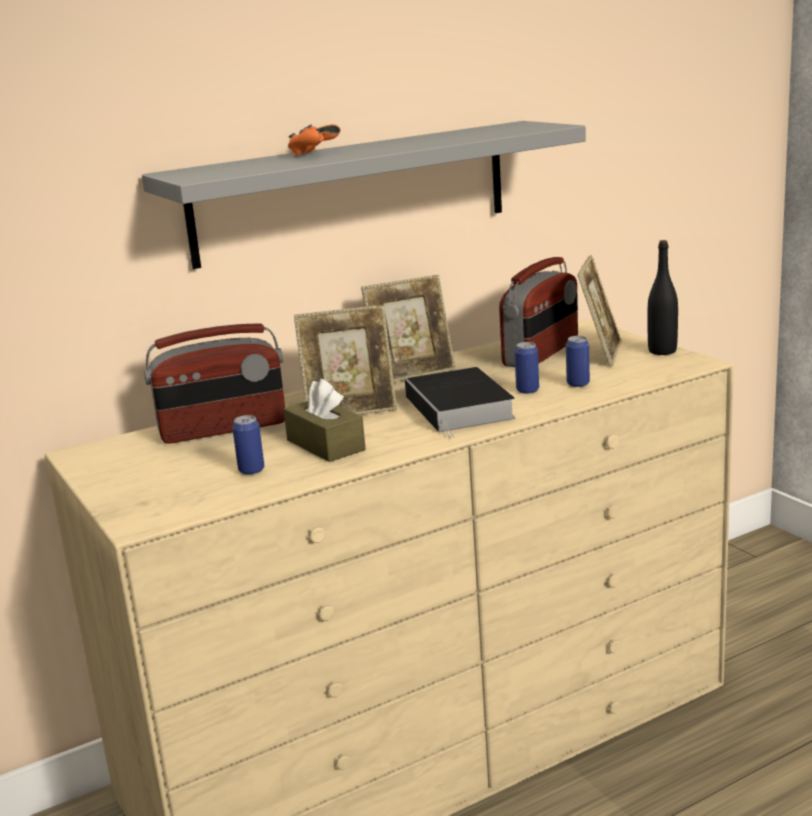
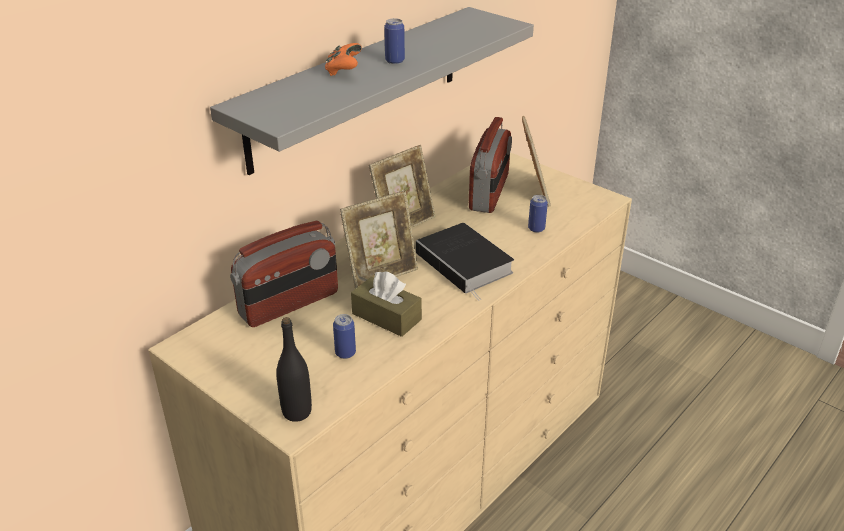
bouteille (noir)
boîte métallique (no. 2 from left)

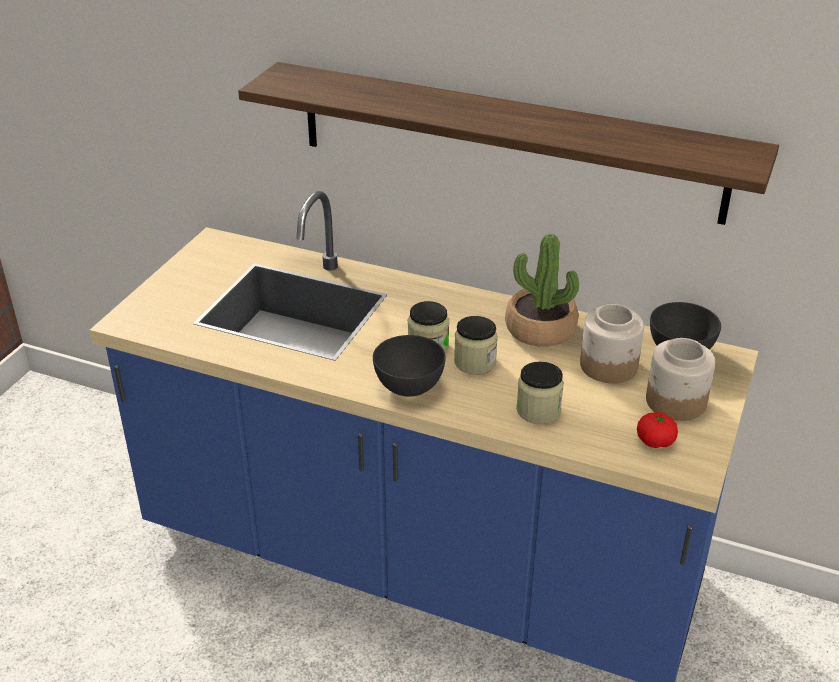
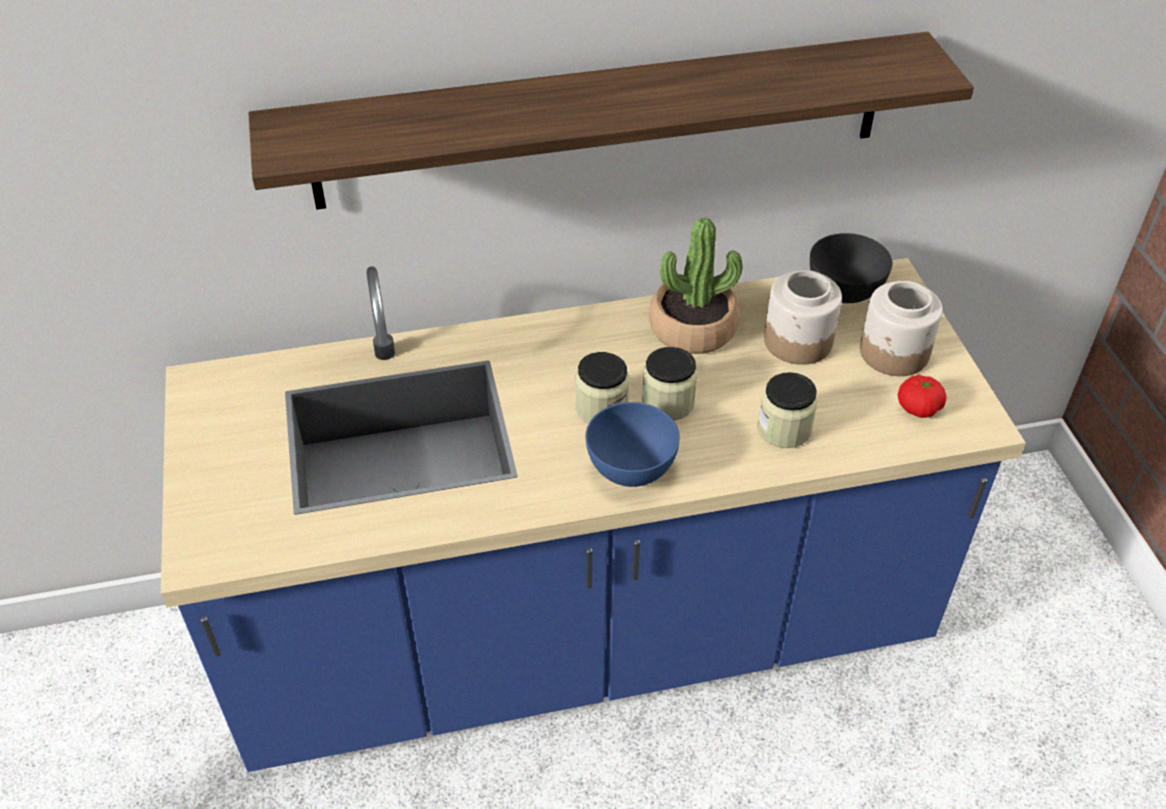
bol (bleu)

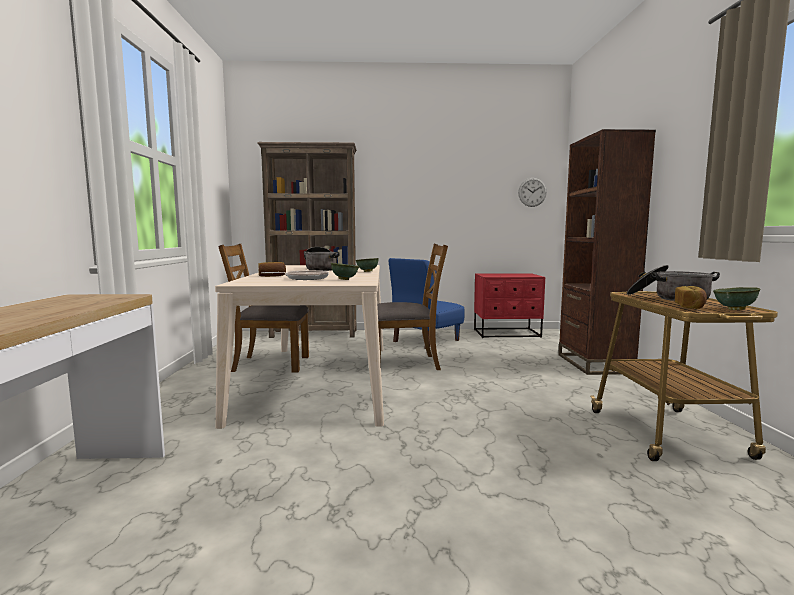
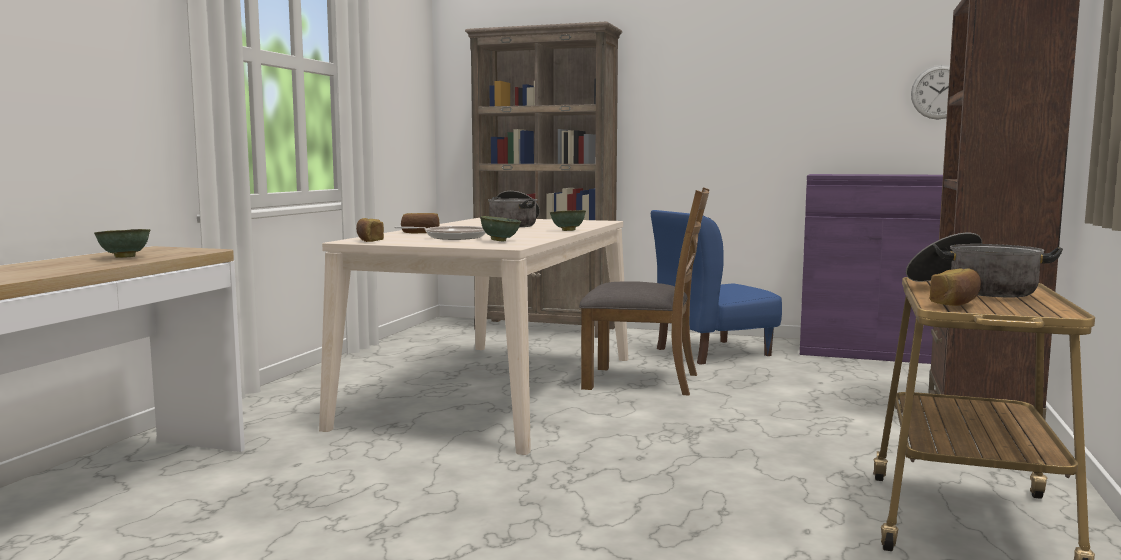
bol (vert) (no. 1 from left)
pain (no. 1 from left)
meuble de rangement (violet)
chaise (marron) (no. 1 from left in the first image)

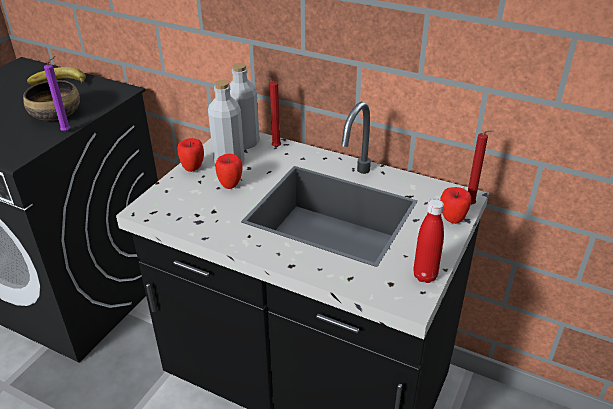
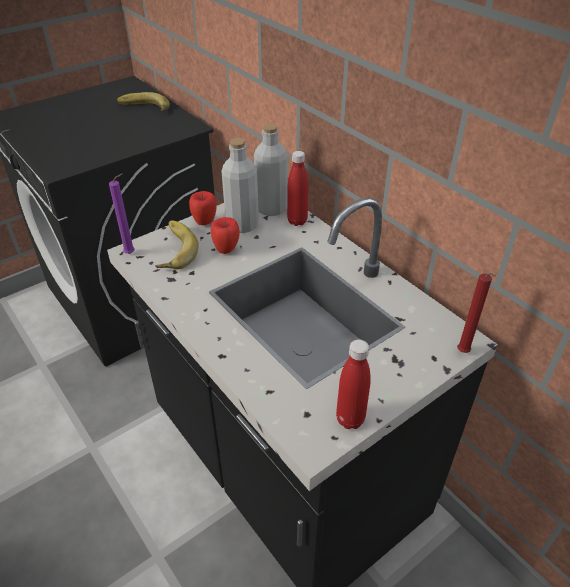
bougie (violet)
banane (no. 2 from left)
bouteille (rouge) (no. 1 from left)
bol
pomme (no. 3 from left in the first image)

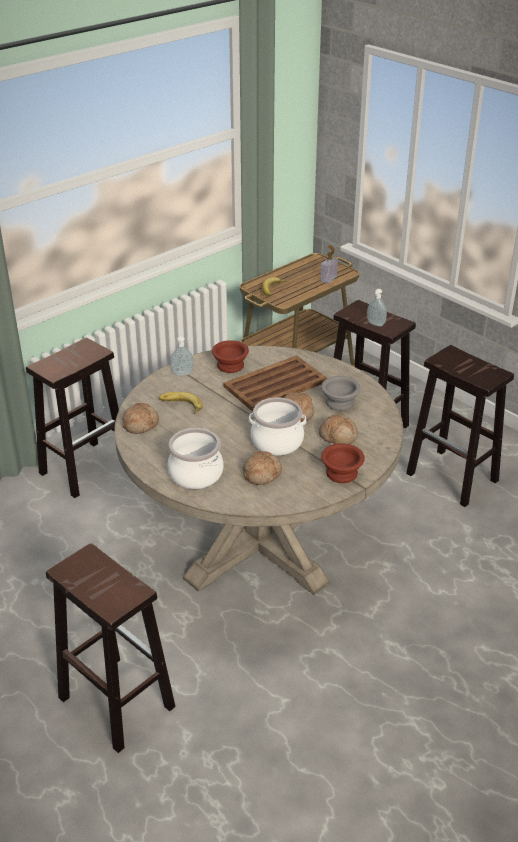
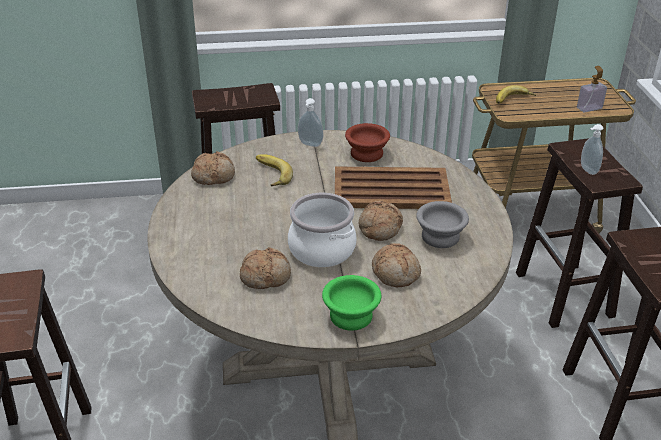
bol (vert)
marmite (no. 1 from left in the first image)

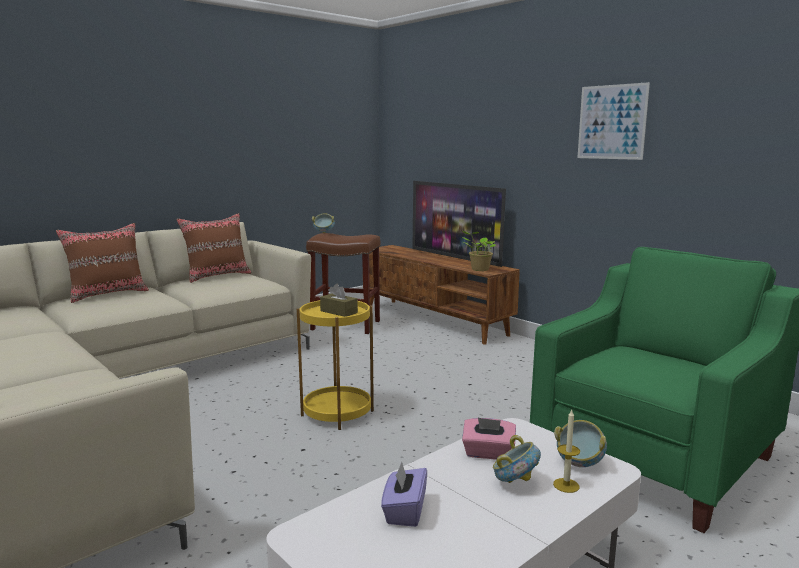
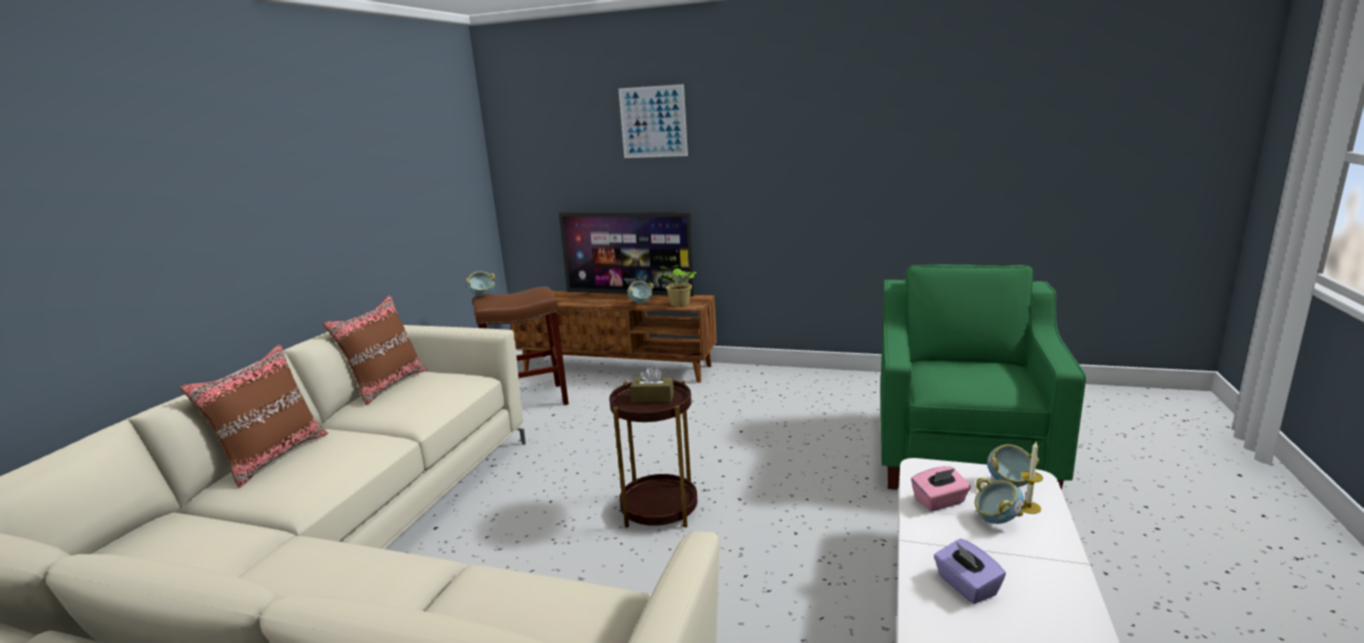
table d'appoint (marron)
tableau
bol (no. 2 from left)

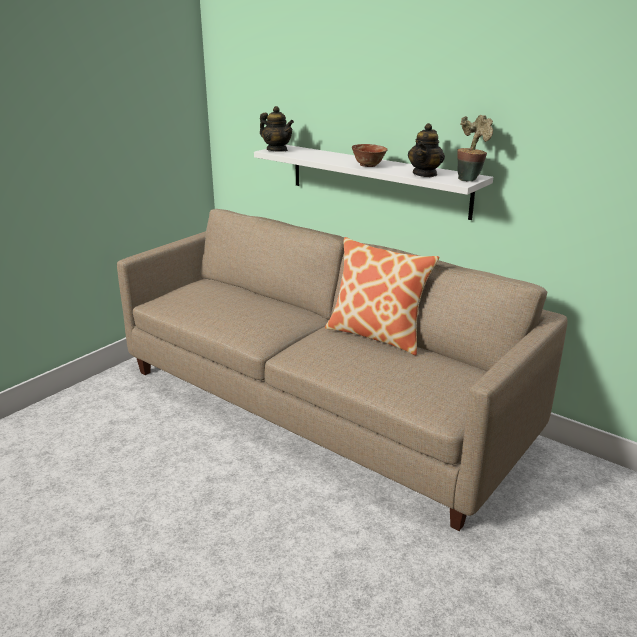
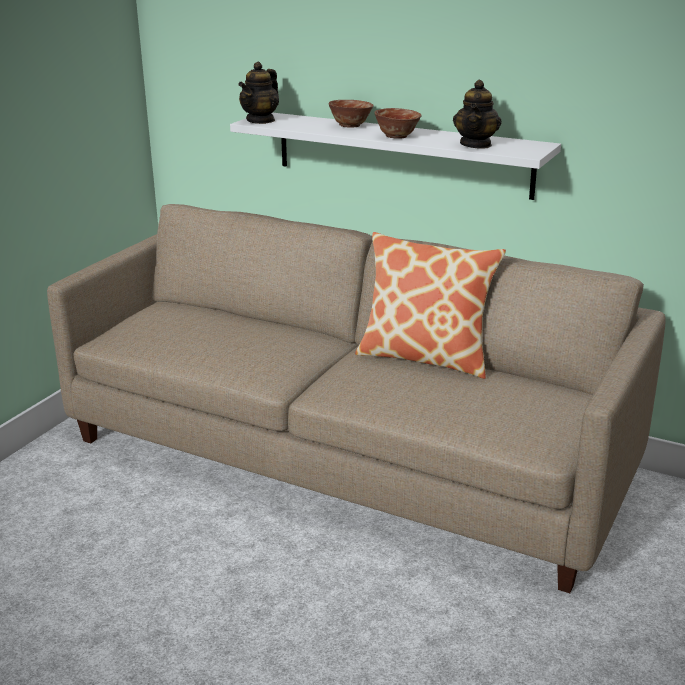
théière (no. 1 from left)
bol (no. 1 from left)
plante en pot

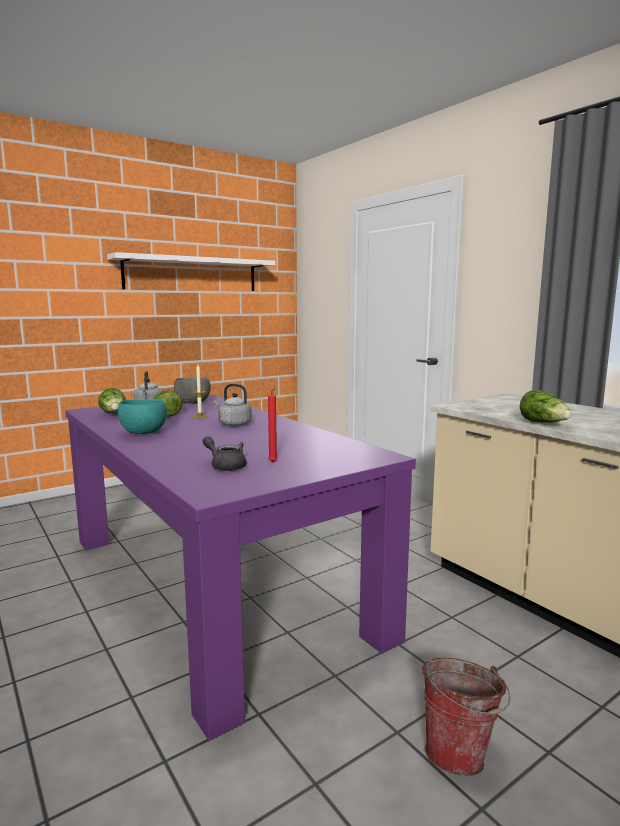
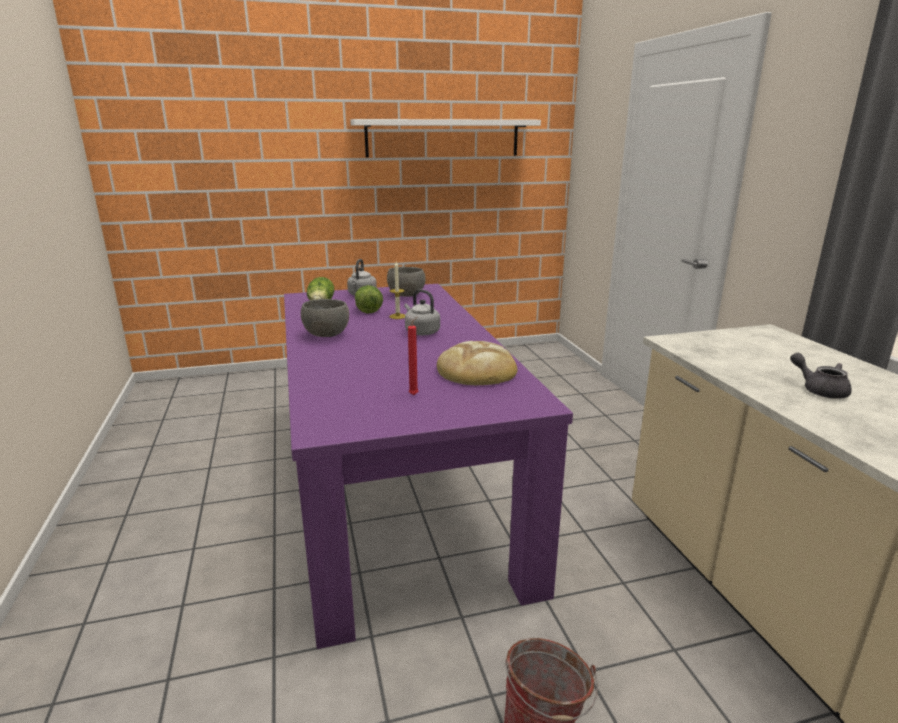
bol (gris) (no. 1 from left)
pain
théière (gris)
laitue (no. 3 from left in the first image)

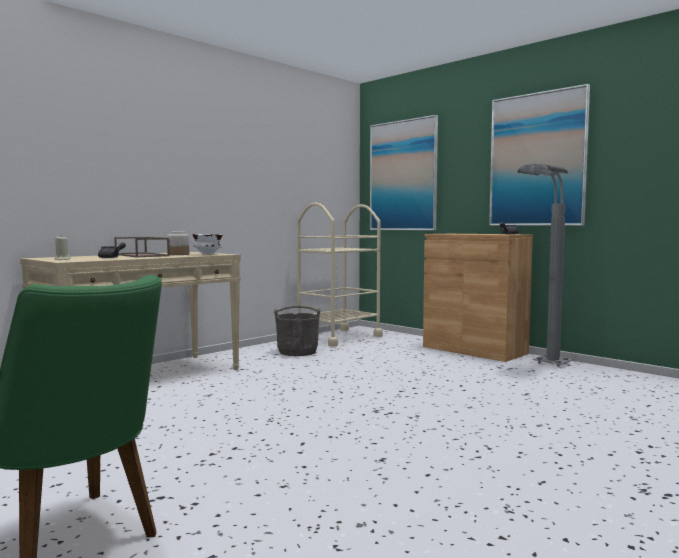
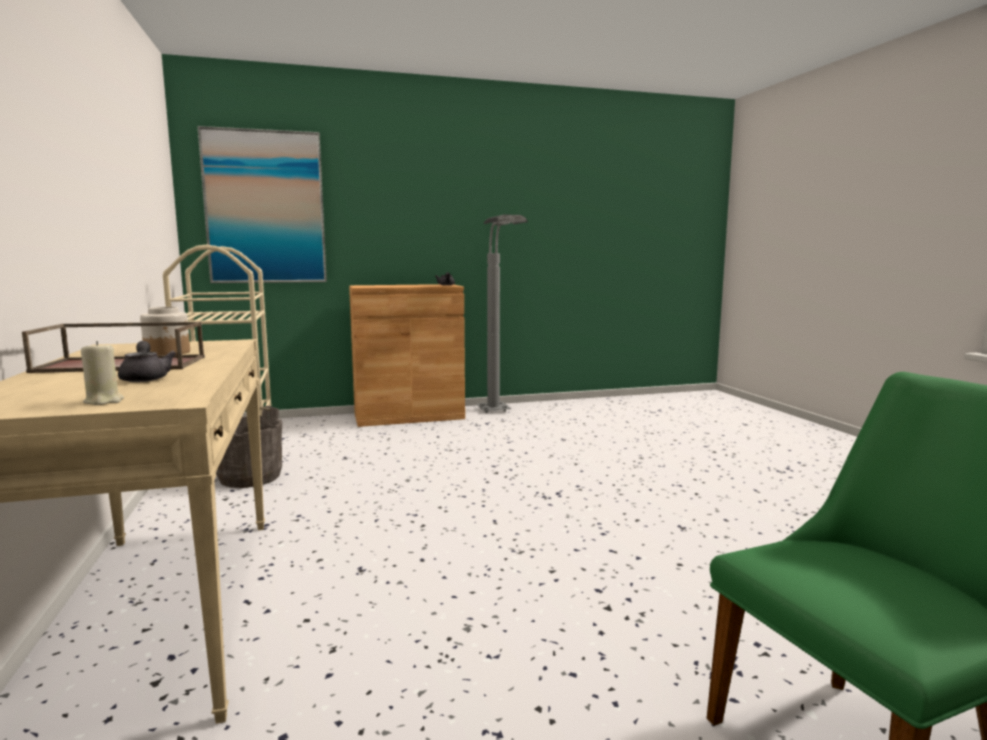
bol (blanc)
tableau (no. 2 from left in the first image)

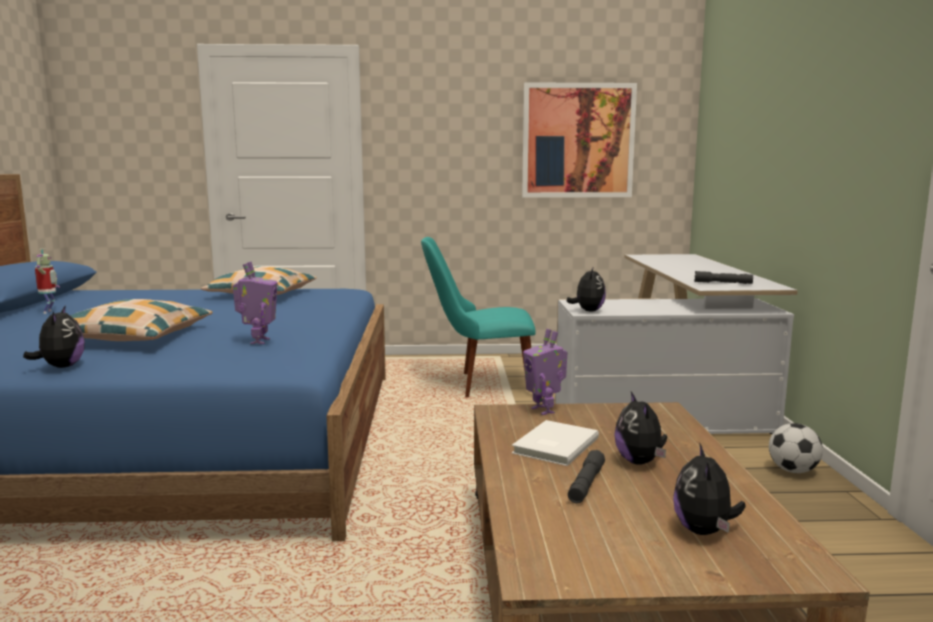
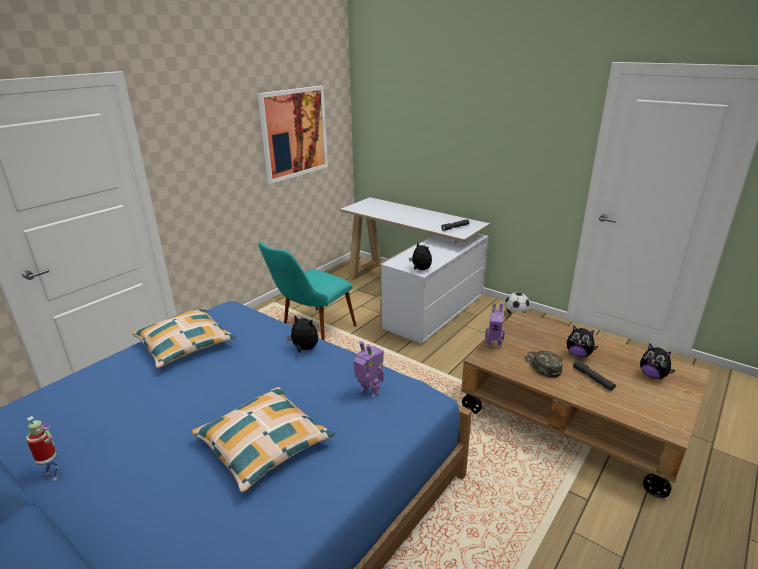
peluche (no. 1 from left)
casquette (vert)

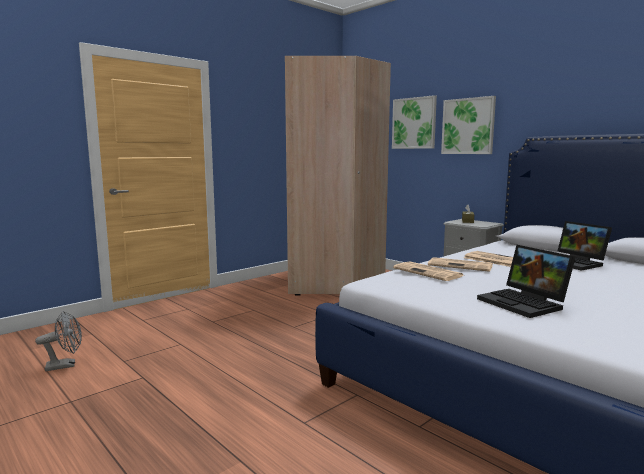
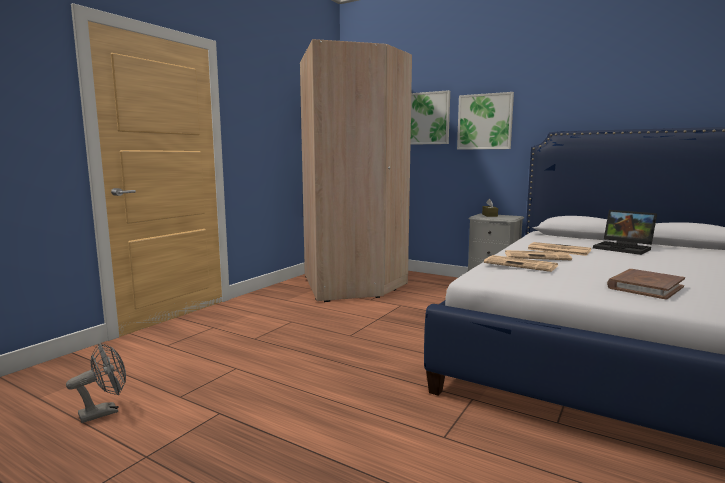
livre (marron)

